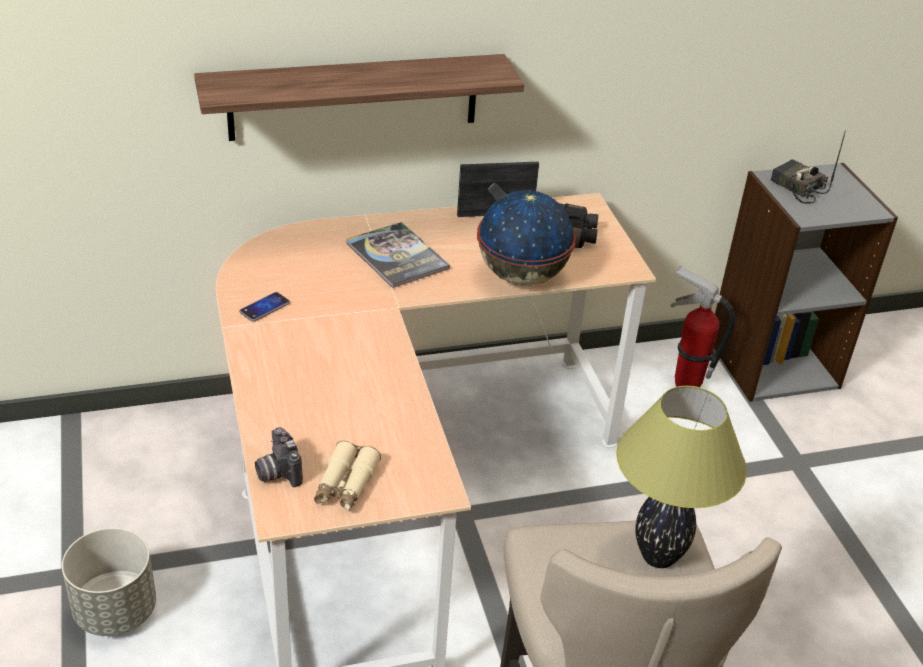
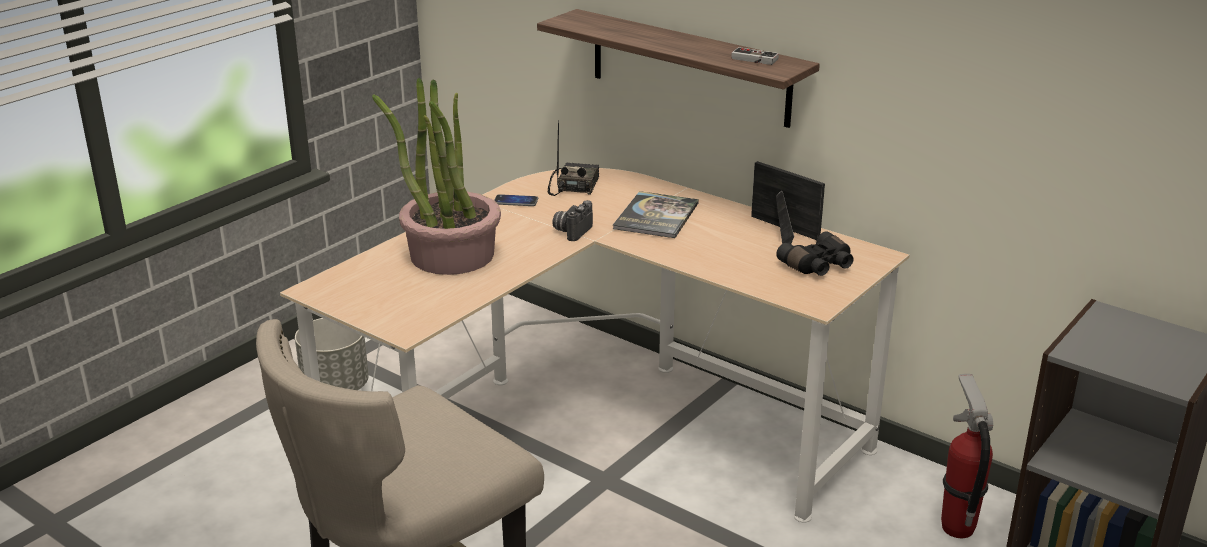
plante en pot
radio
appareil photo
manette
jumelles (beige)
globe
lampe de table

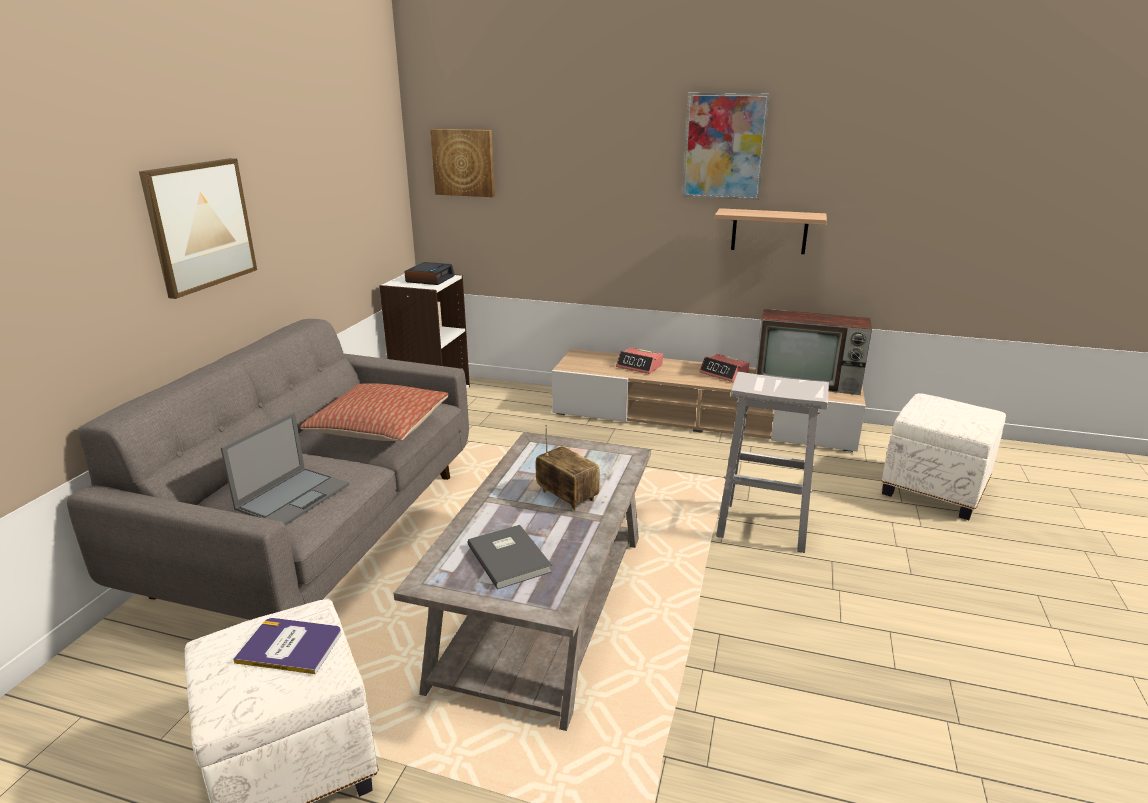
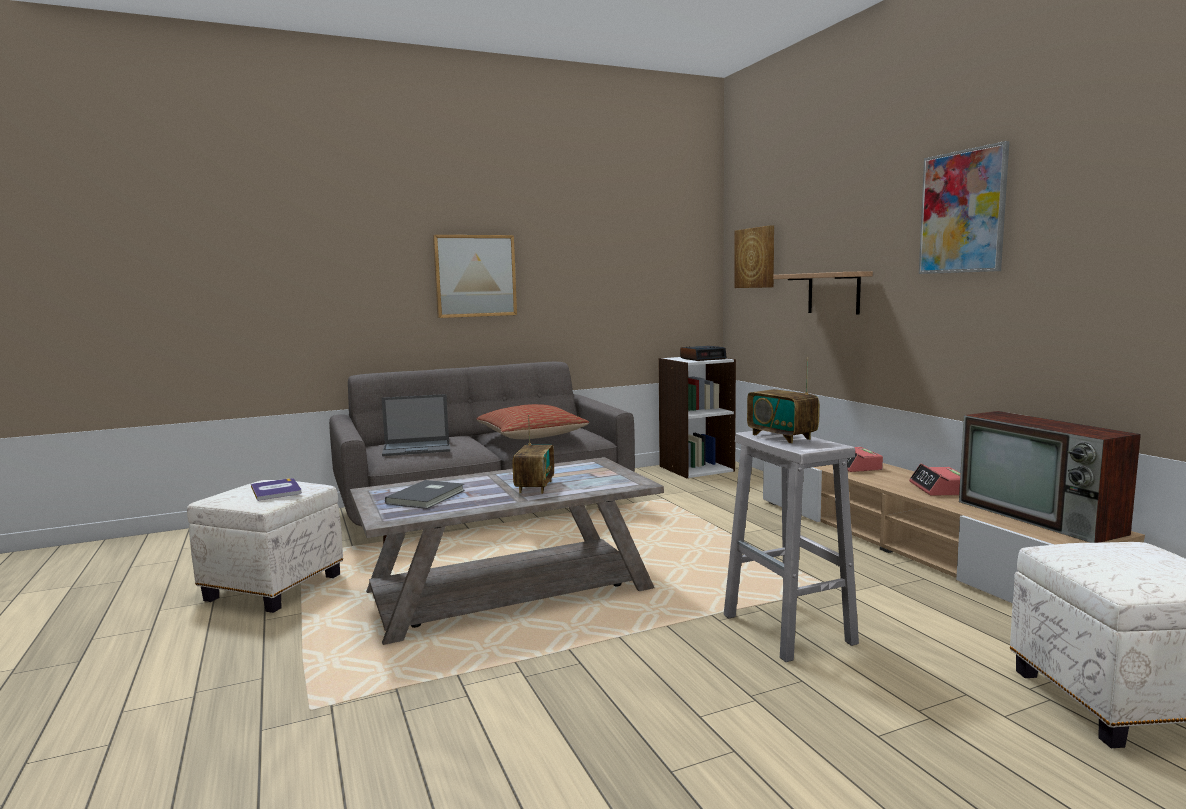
radio (no. 2 from left)
étagère

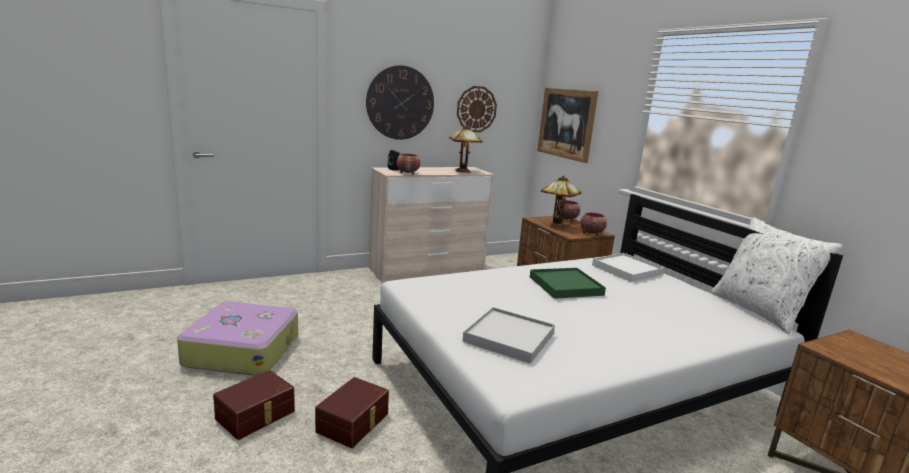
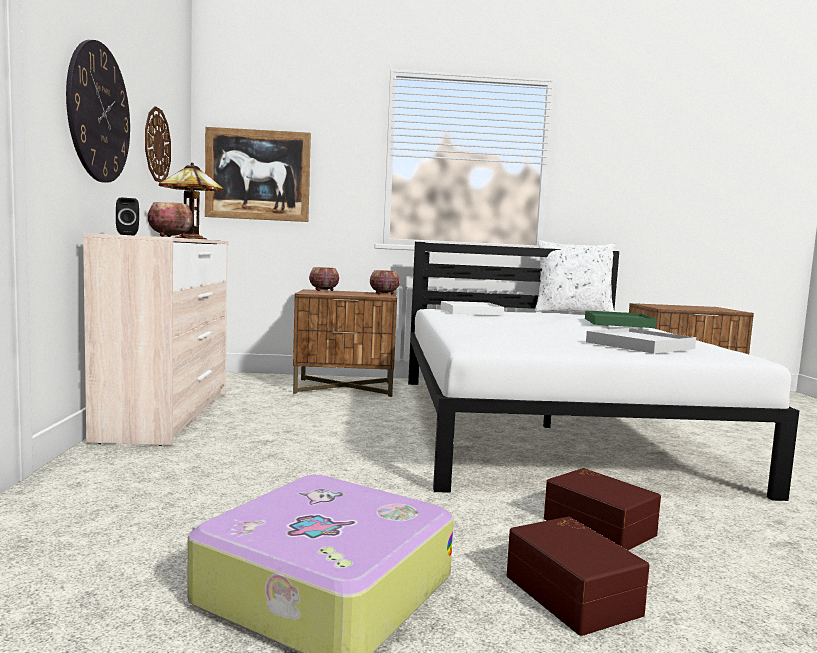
plateau (vert)
lampe de table (no. 2 from left in the first image)

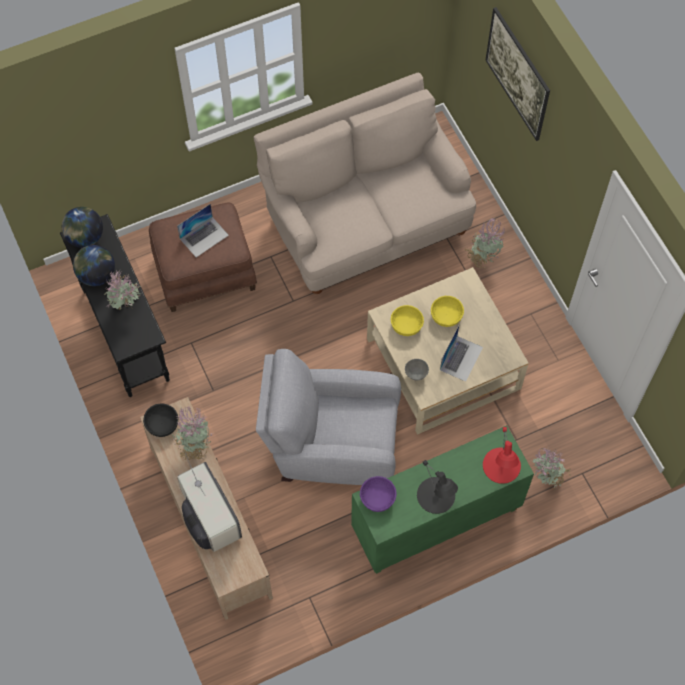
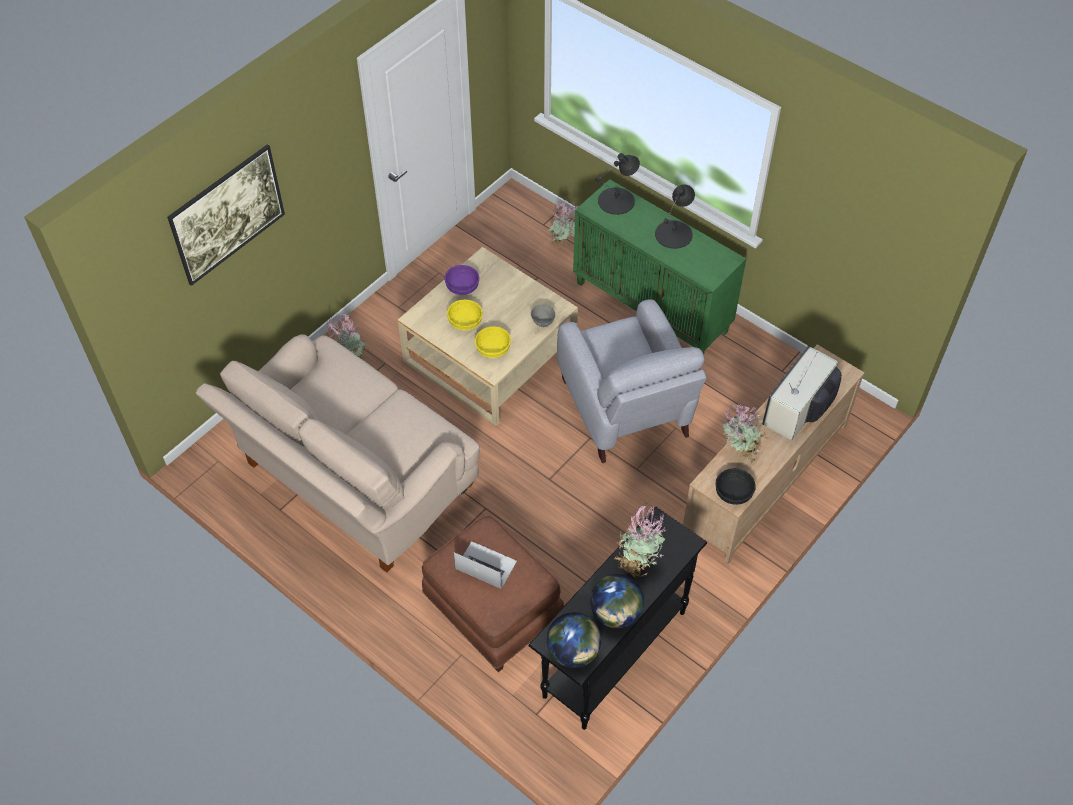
bol (violet)
lampe de table (noir) (no. 1 from left)
ordinateur portable (no. 2 from left in the first image)

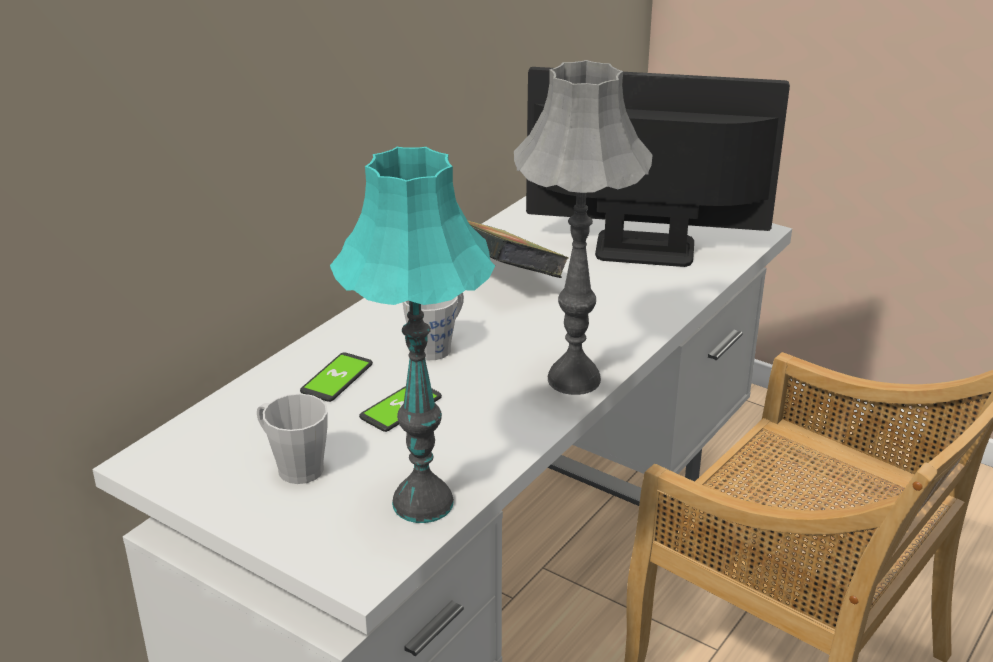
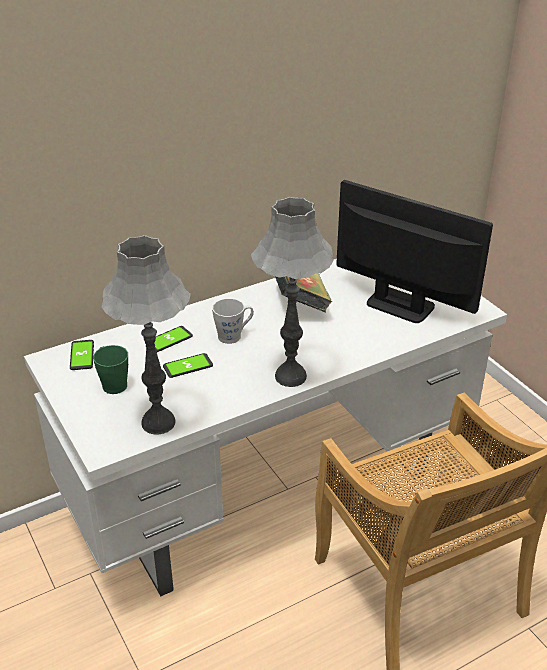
téléphone (no. 1 from left)
mug (vert)
lampe de table (gris) (no. 1 from left)

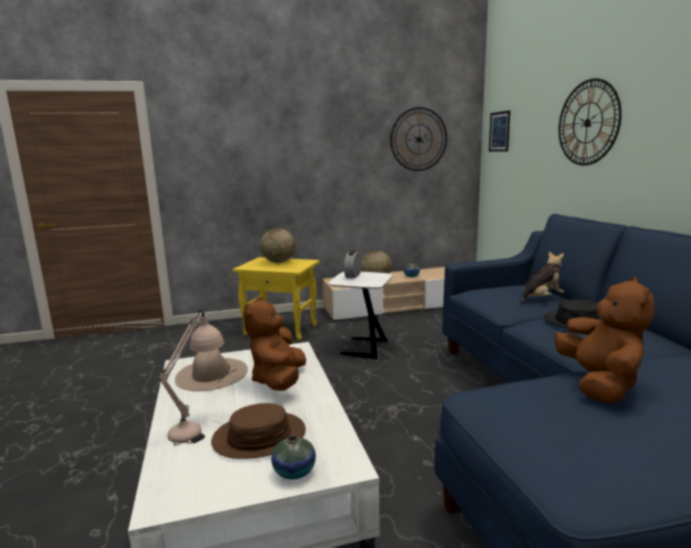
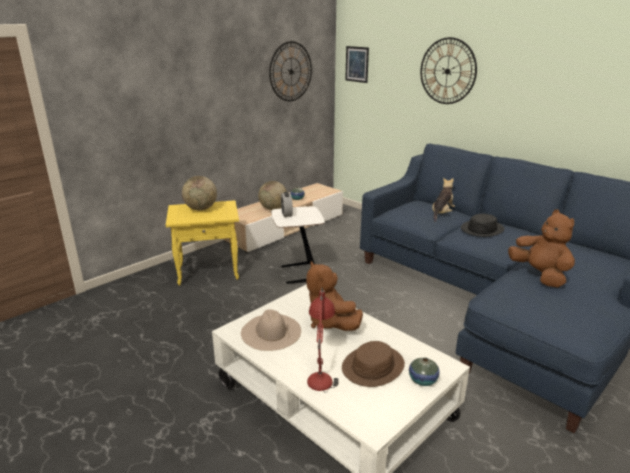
lampe de table (rouge)

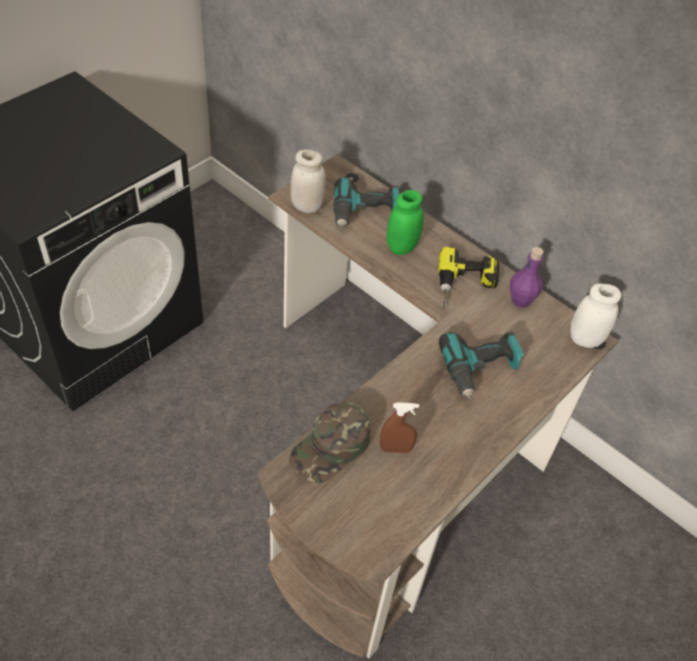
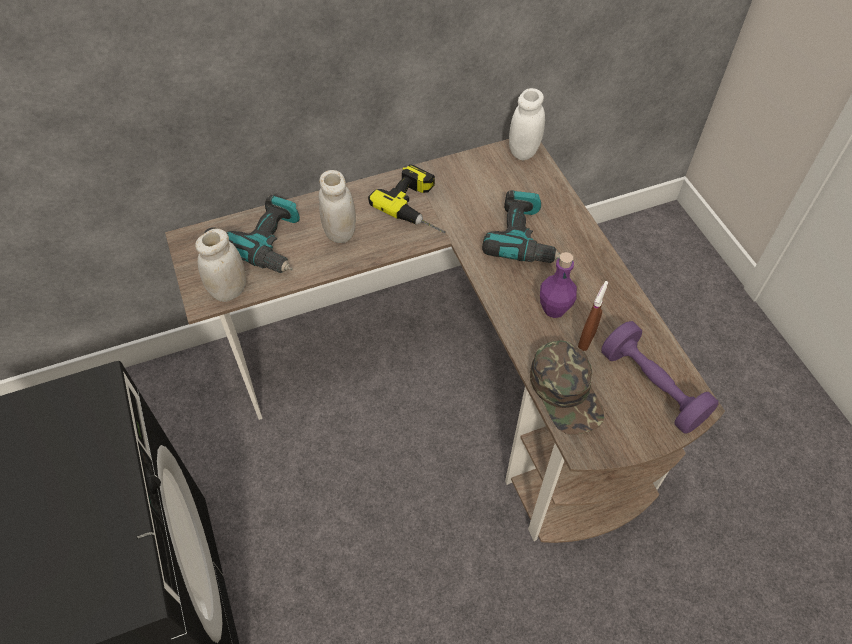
bocal (blanc) (no. 2 from left)
bouteille (violet)
haltère (violet)

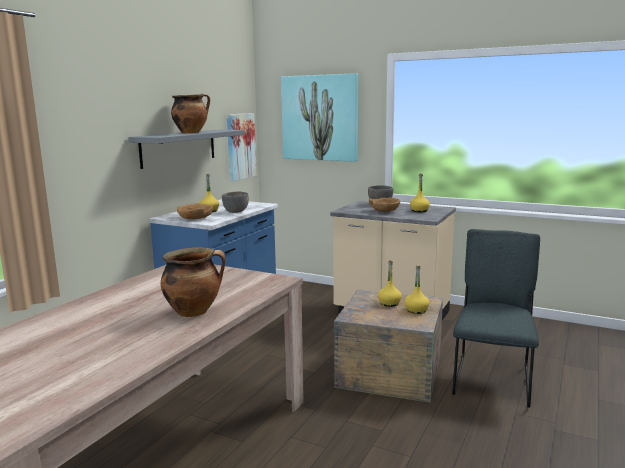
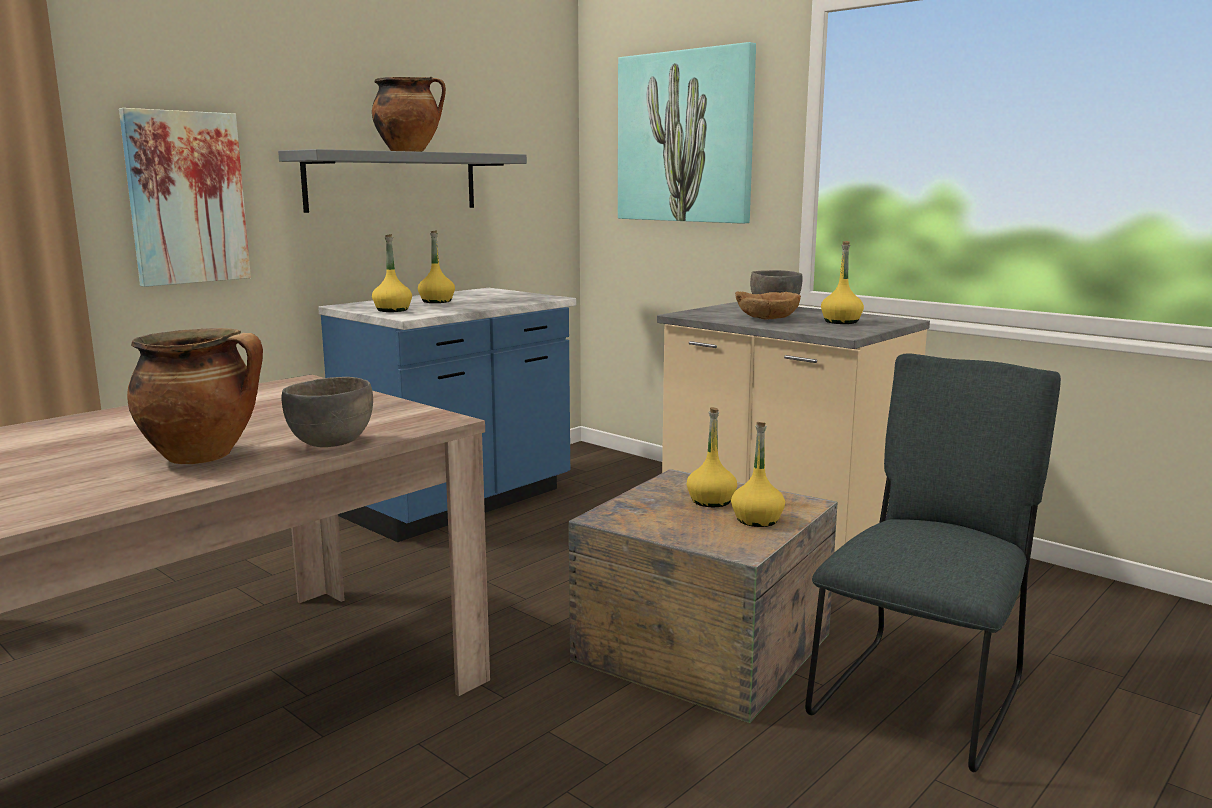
tableau (no. 1 from left)
bol (gris) (no. 1 from left)
bouteille (jaune) (no. 1 from left)

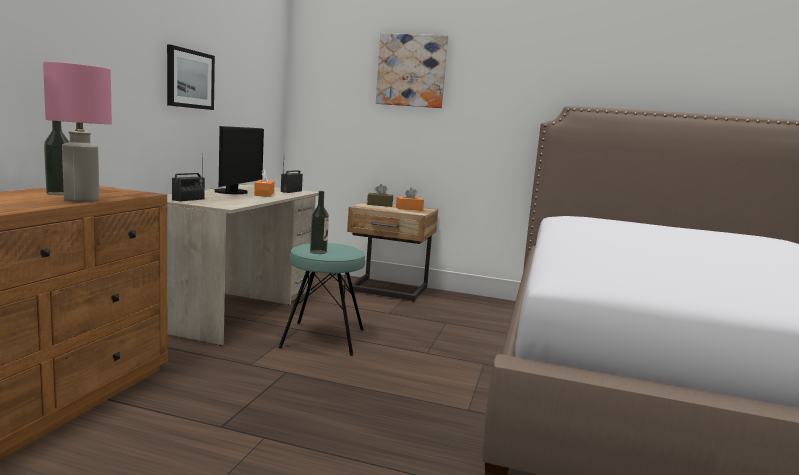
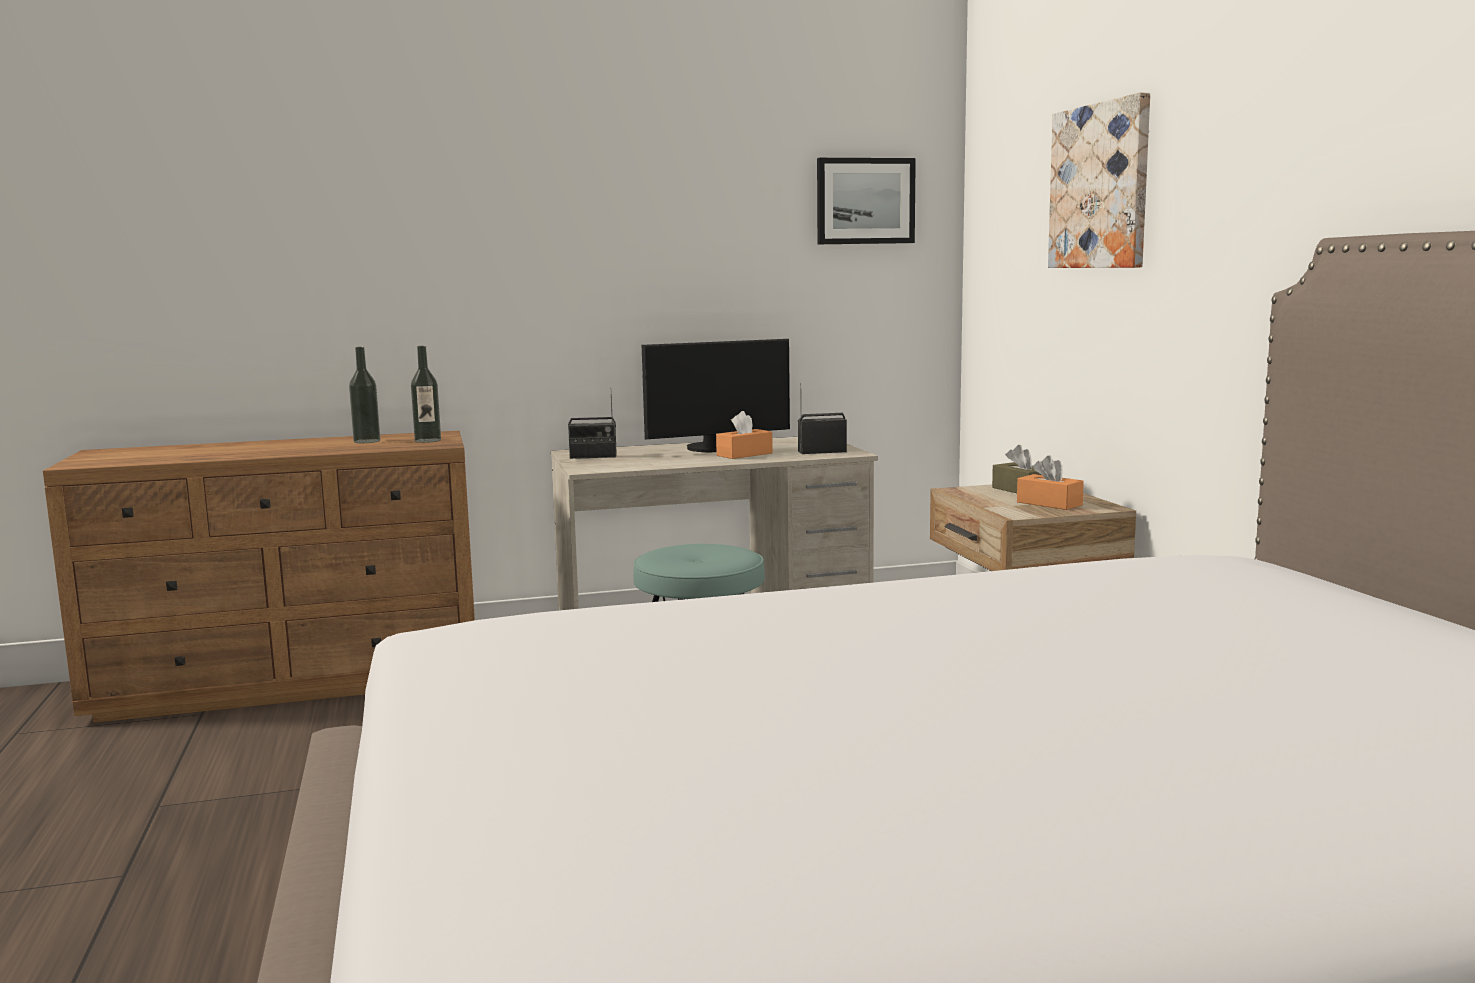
bouteille (no. 2 from left)
tableau (no. 1 from left)
lampe de table (rose)

